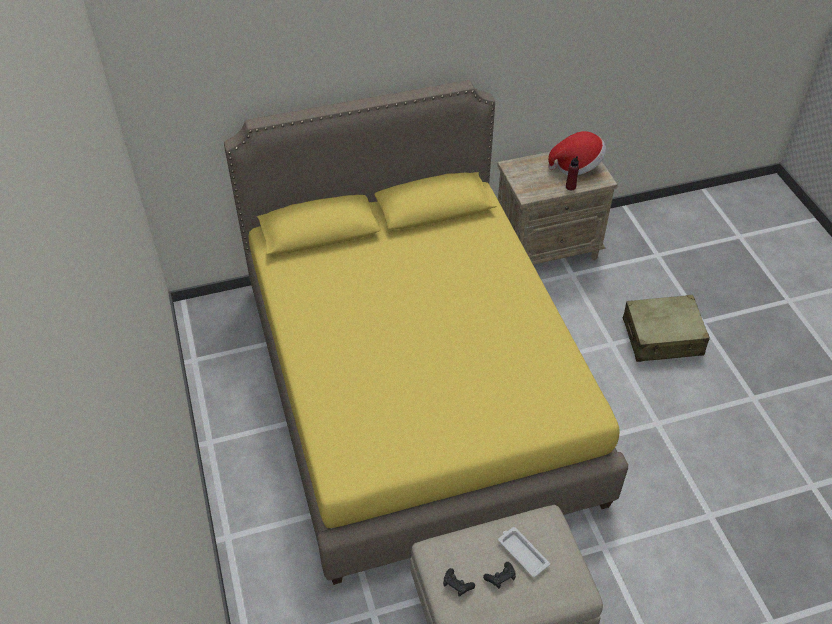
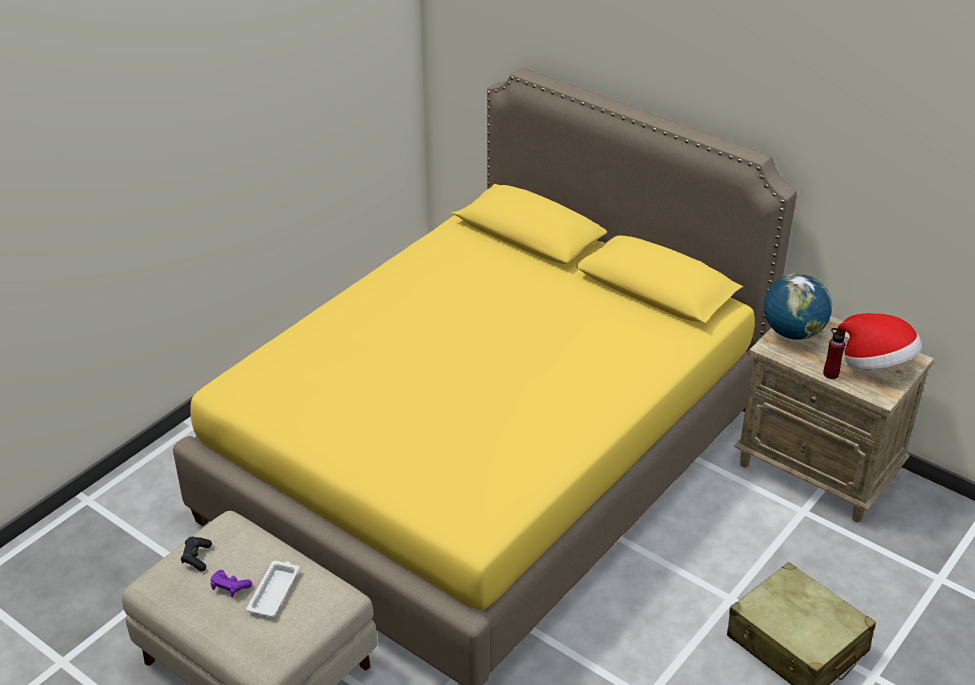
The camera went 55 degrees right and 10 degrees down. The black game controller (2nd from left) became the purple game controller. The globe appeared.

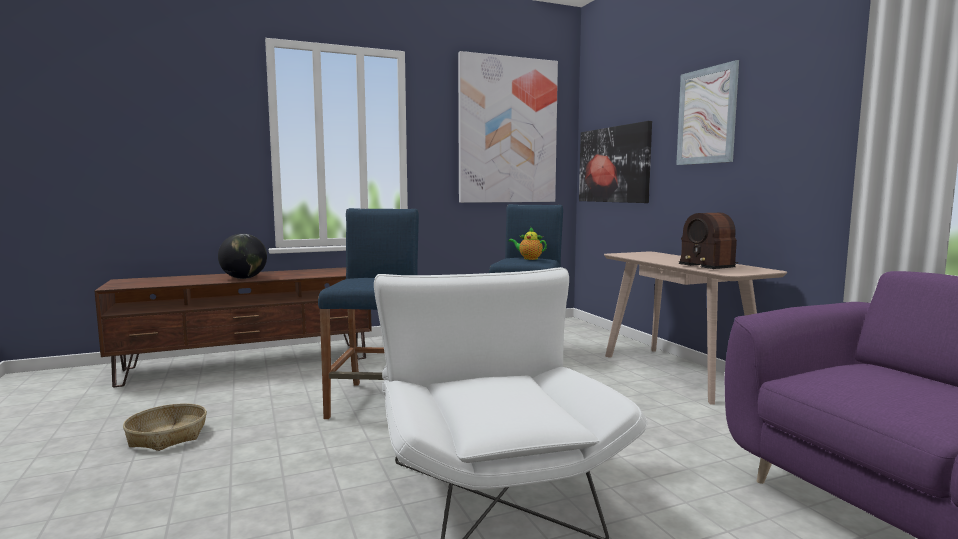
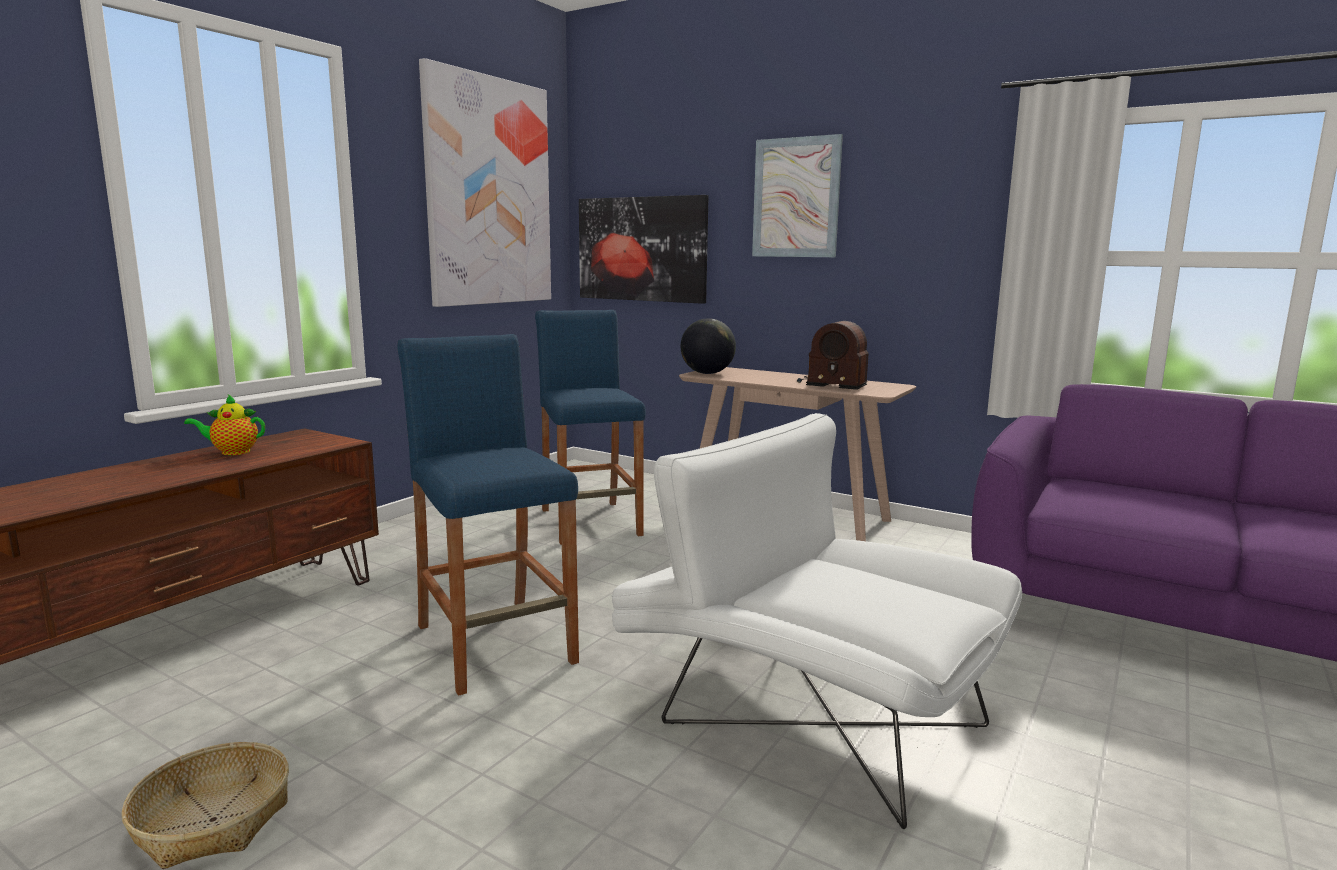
The camera went 35 degrees left and 5 degrees up. The globe moved. The teapot moved.

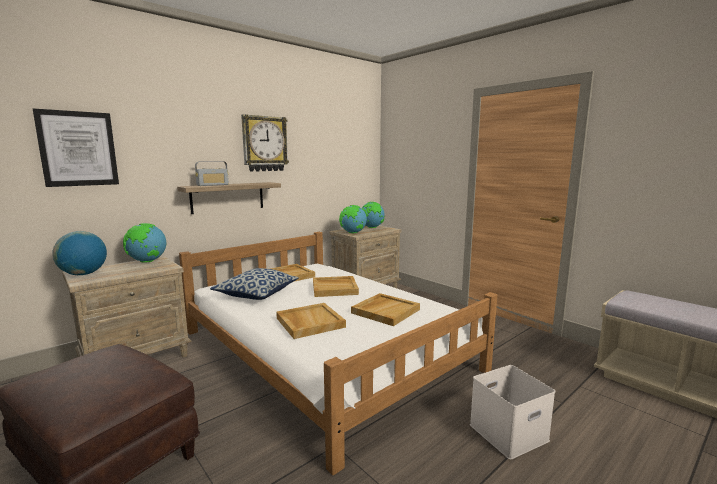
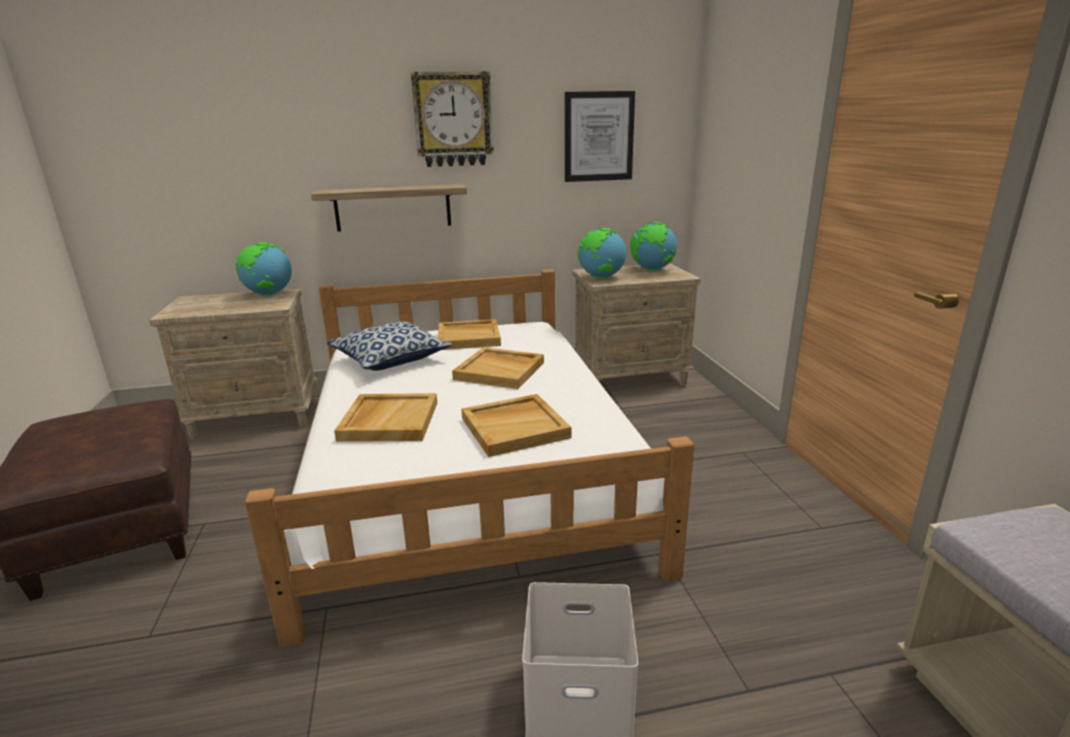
The camera went 30 degrees right and 10 degrees up. The picture moved. The globe (1st from left) disappeared. The radio disappeared.

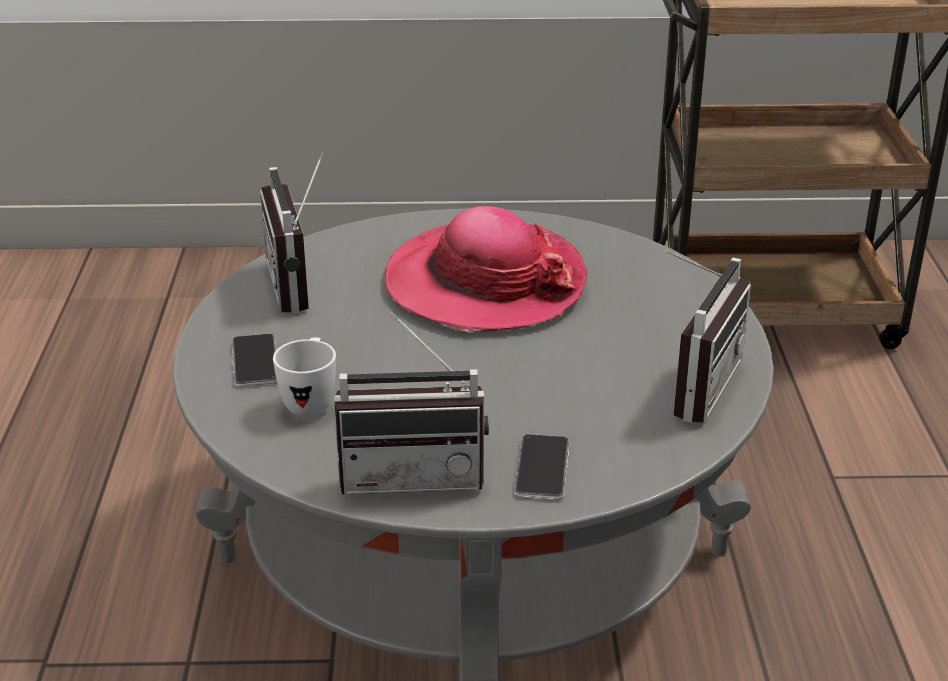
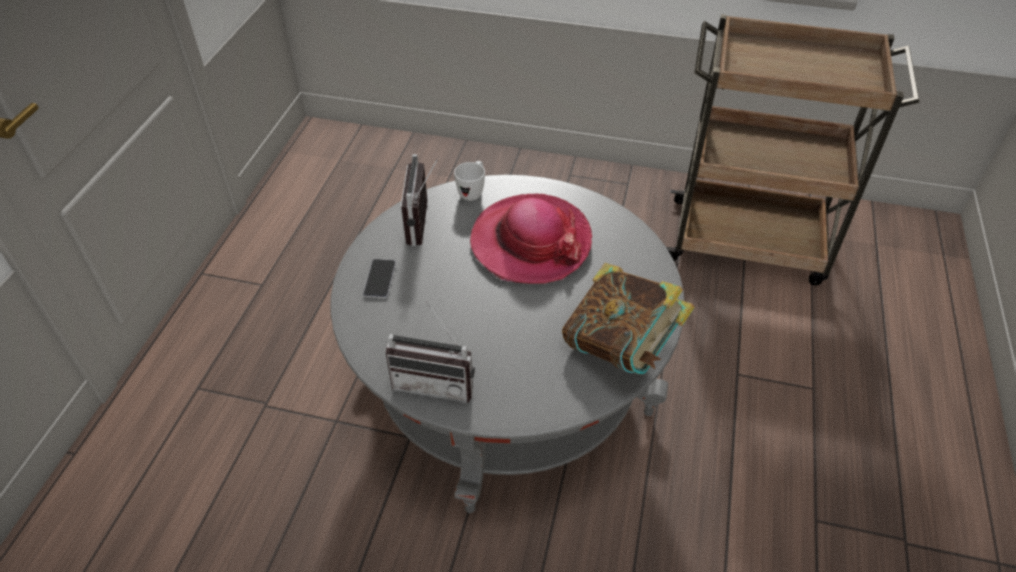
The camera went 15 degrees right and 15 degrees up. The white mug moved. The phone (2nd from left) disappeared. The radio (3rd from left) was replaced by the book.

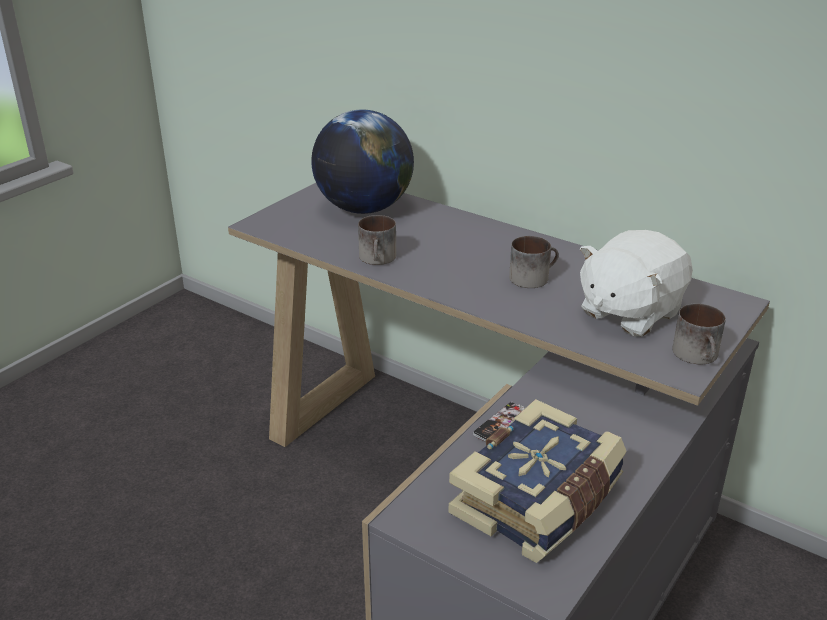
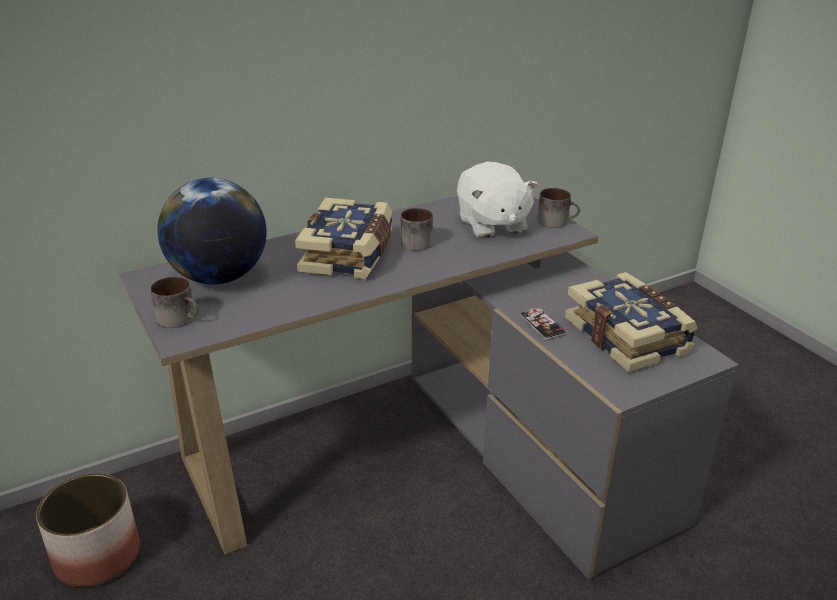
The camera went 65 degrees left and 0 degrees up. The mug (1st from left) moved. The planter appeared. The book (1st from left) appeared.

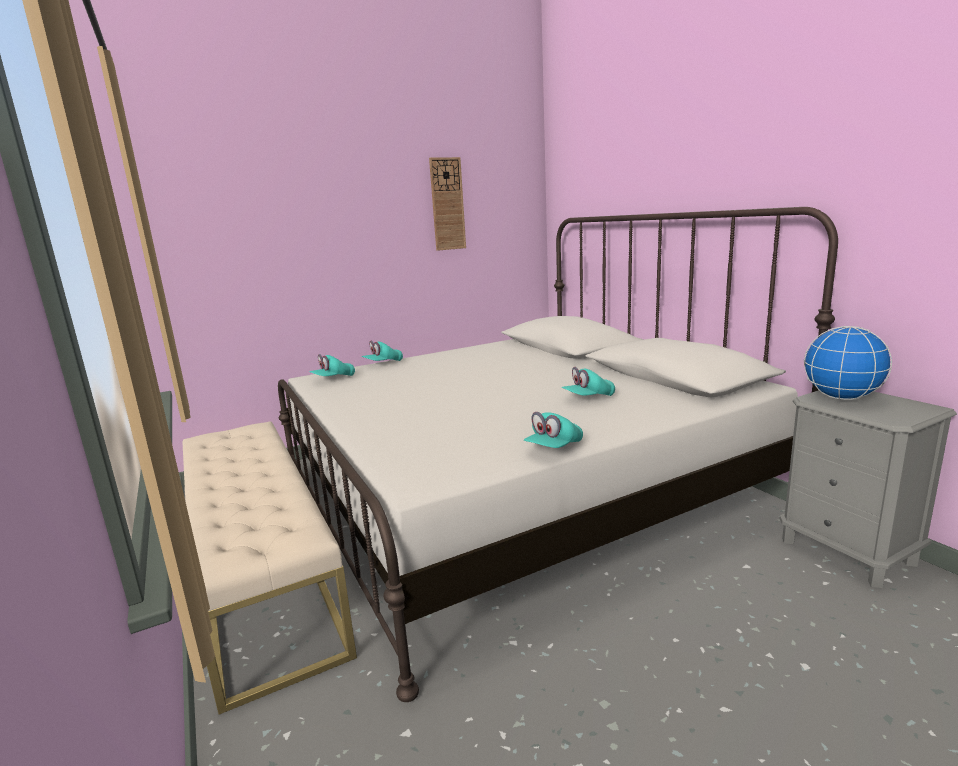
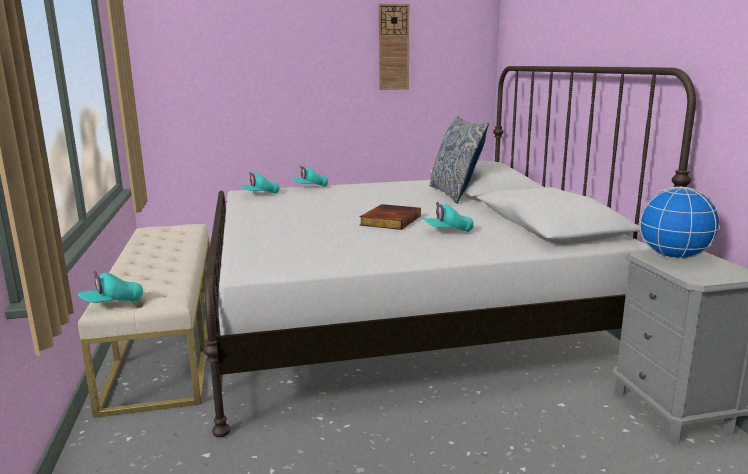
The camera went 15 degrees right and 0 degrees up. The turquoise cap (3rd from left in the first image) moved. The book appeared. The pillow appeared.

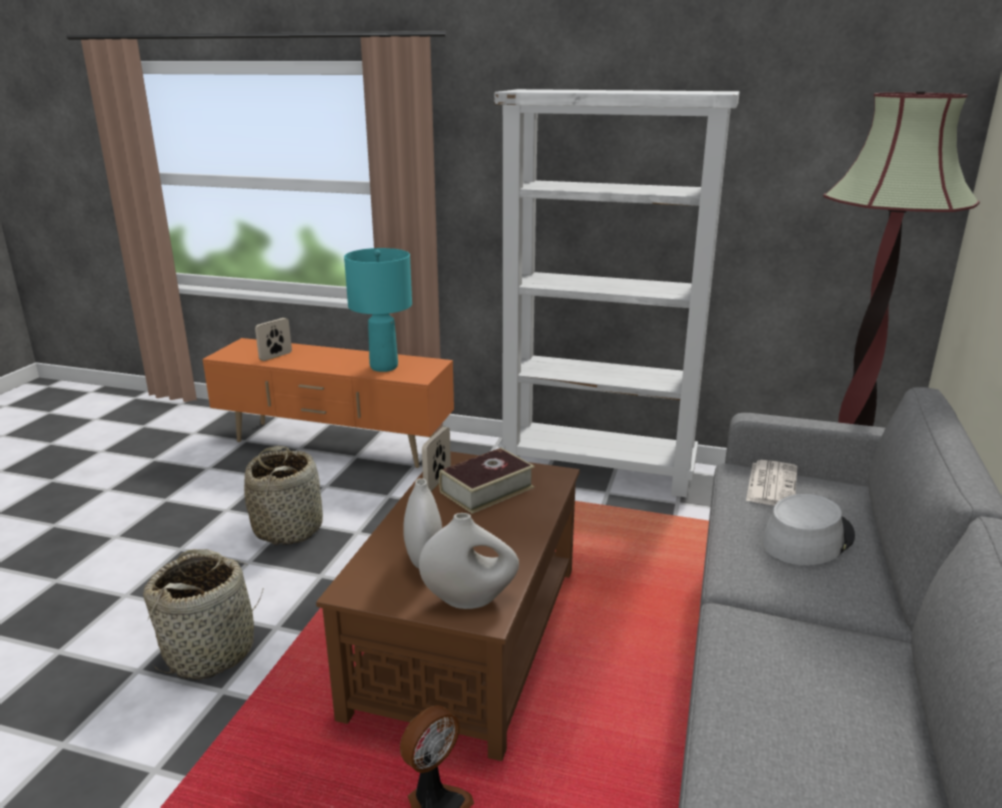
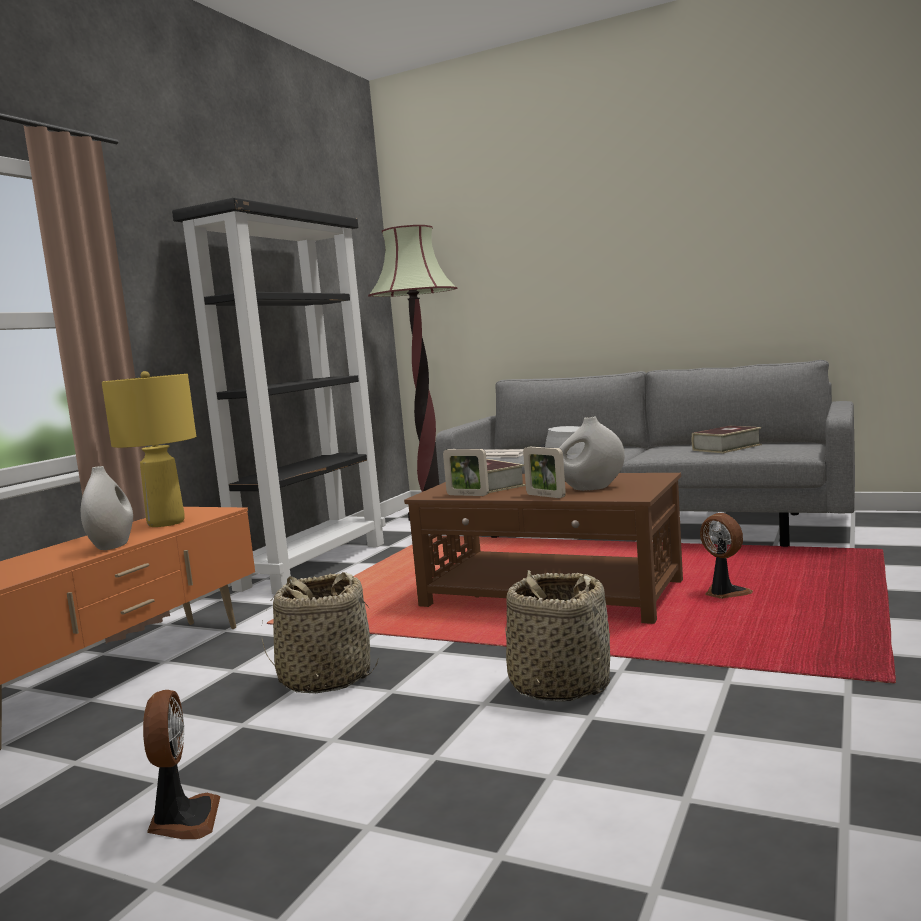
The camera went 80 degrees left and 15 degrees down. The picture frame (1st from left in the first image) moved. The turquoise table lamp became the yellow table lamp. The white vase (2nd from left in the first image) moved. The white bookcase became the black bookcase. The fan (1st from left) appeared. The book (2nd from left) appeared.

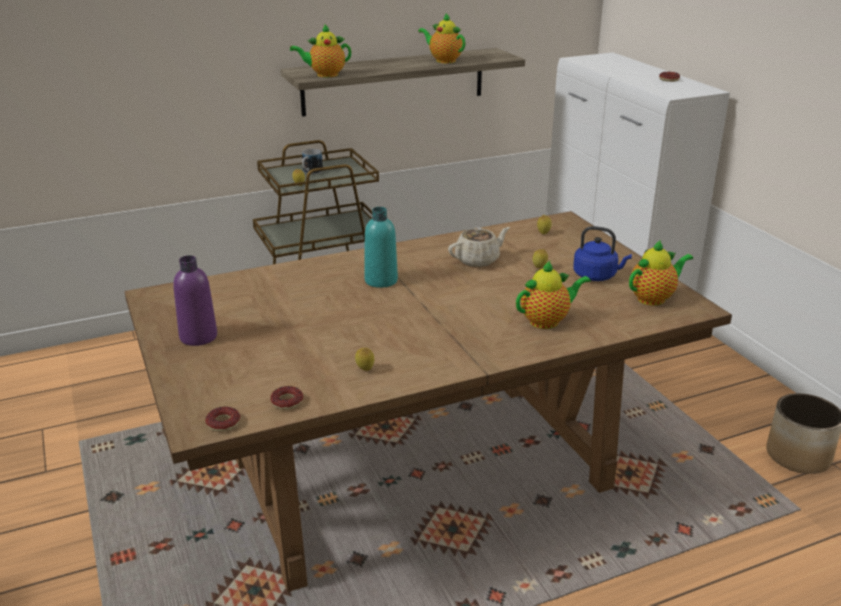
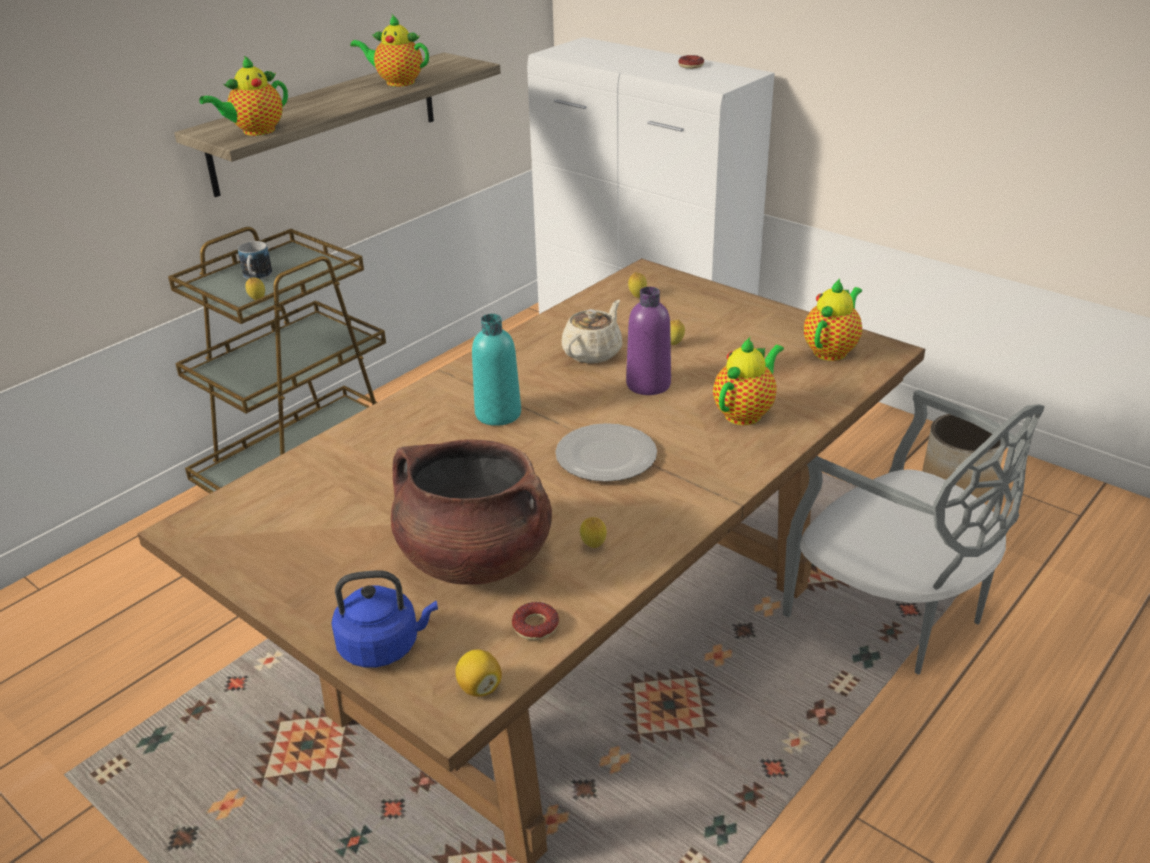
The camera went 25 degrees left and 5 degrees up. The purple bottle moved. The donut (1st from left) was replaced by the lemon (2nd from left). The blue kettle moved. The brown cooking pot appeared. The plate appeared. The grey chair appeared.

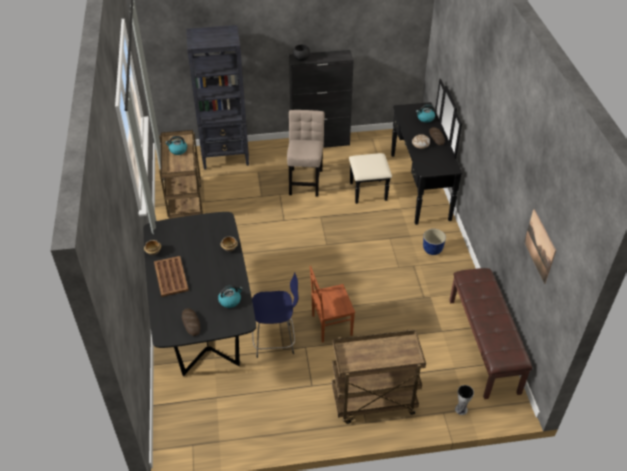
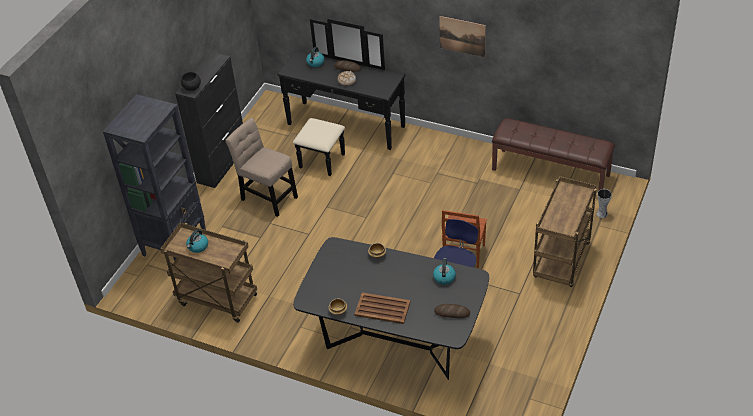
The camera went 55 degrees left and 0 degrees up. The planter disappeared. The picture moved.

